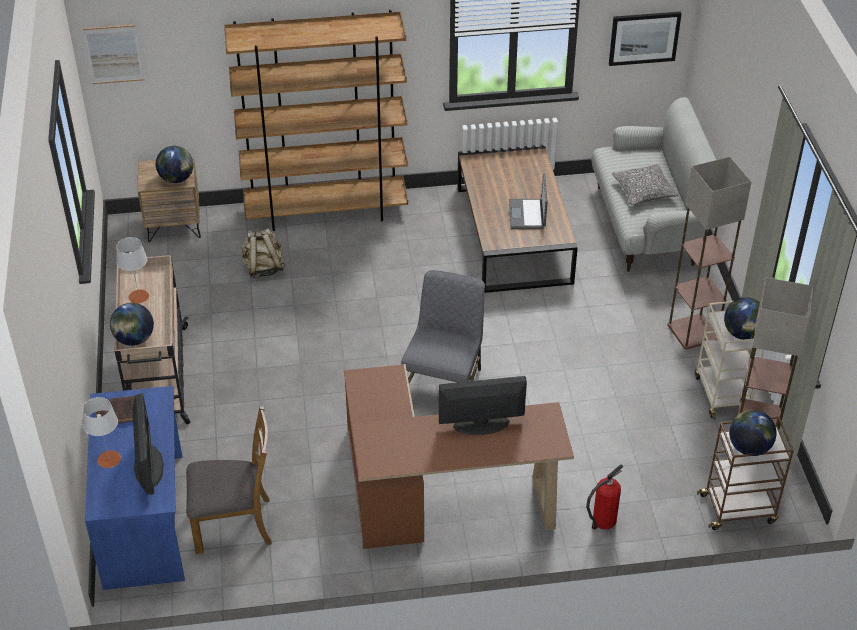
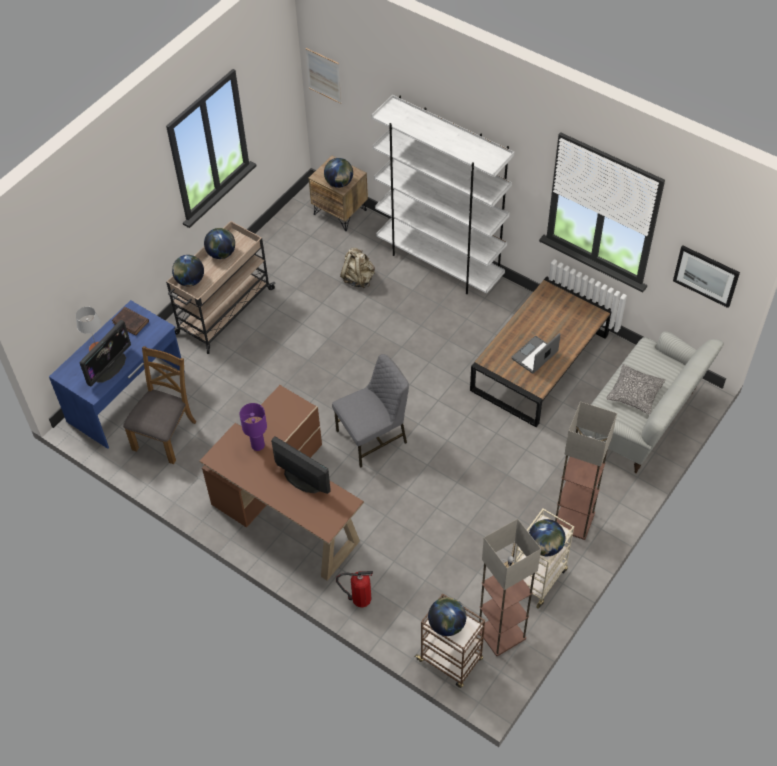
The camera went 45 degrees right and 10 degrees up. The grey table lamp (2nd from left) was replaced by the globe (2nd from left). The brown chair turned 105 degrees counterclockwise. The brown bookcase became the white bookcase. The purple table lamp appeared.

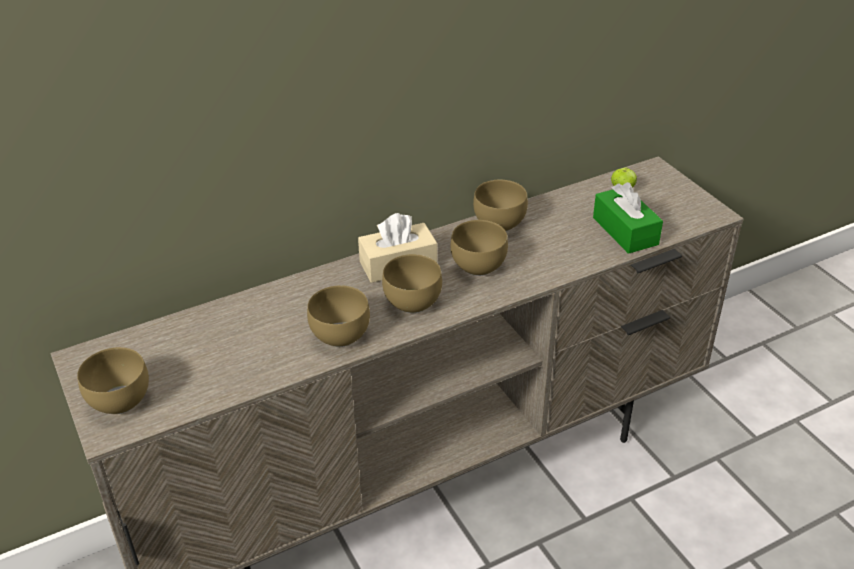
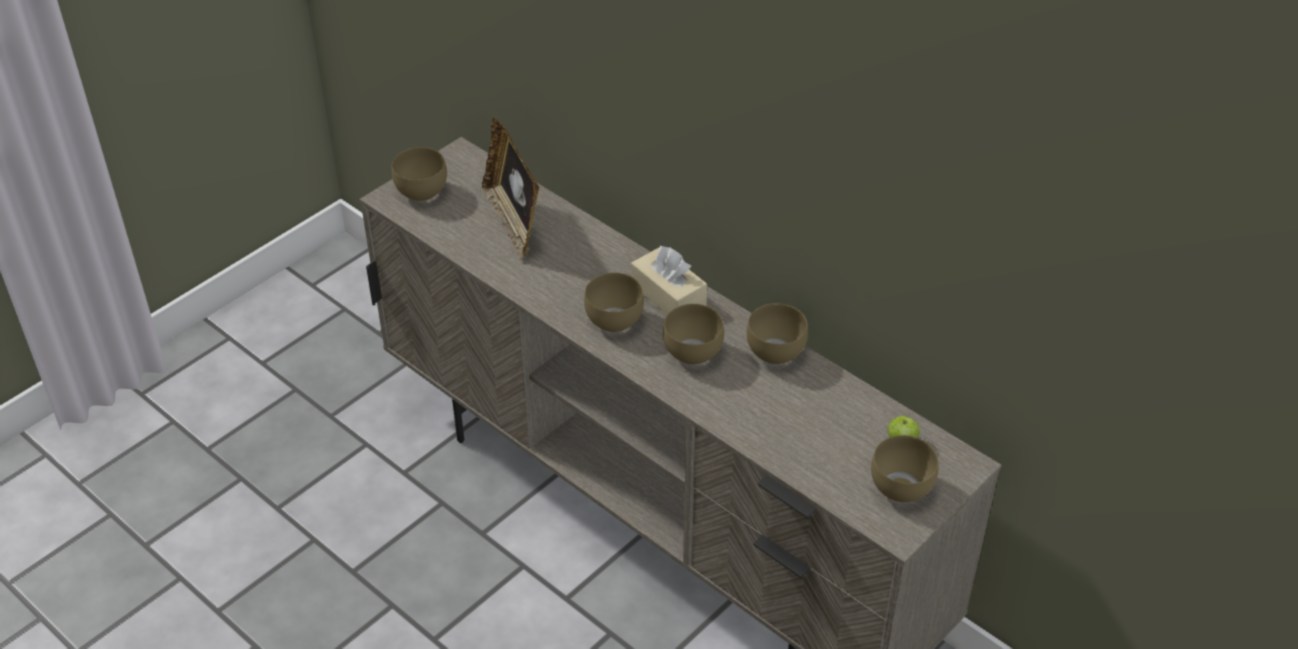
The camera went 70 degrees right and 5 degrees up. The brown bowl (2nd from left in the first image) moved. The green tissue box disappeared. The picture frame appeared.

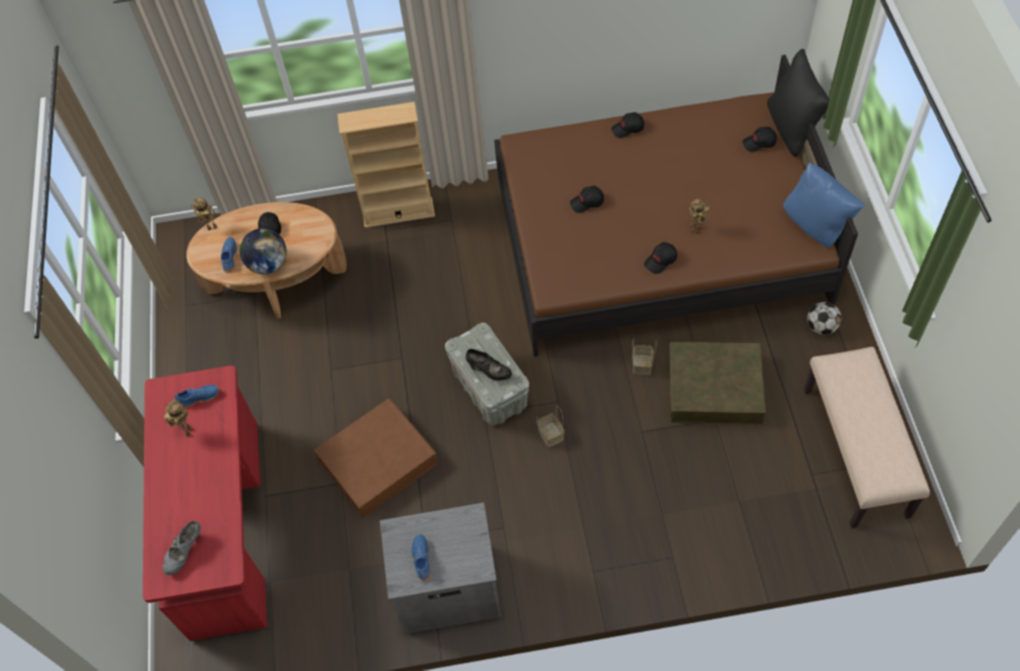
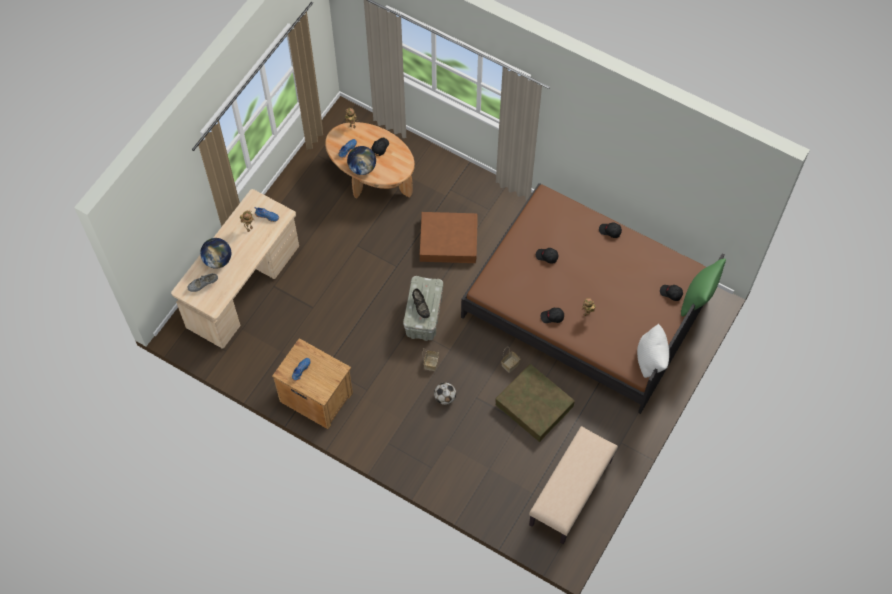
The camera went 35 degrees right and 5 degrees up. The red desk became the beige desk. The brown storage box (1st from left) moved. The beige bookcase disappeared. The grey nightstand became the brown nightstand. The black pillow became the green pillow. The blue pillow became the white pillow. The football moved. The globe (1st from left) appeared.

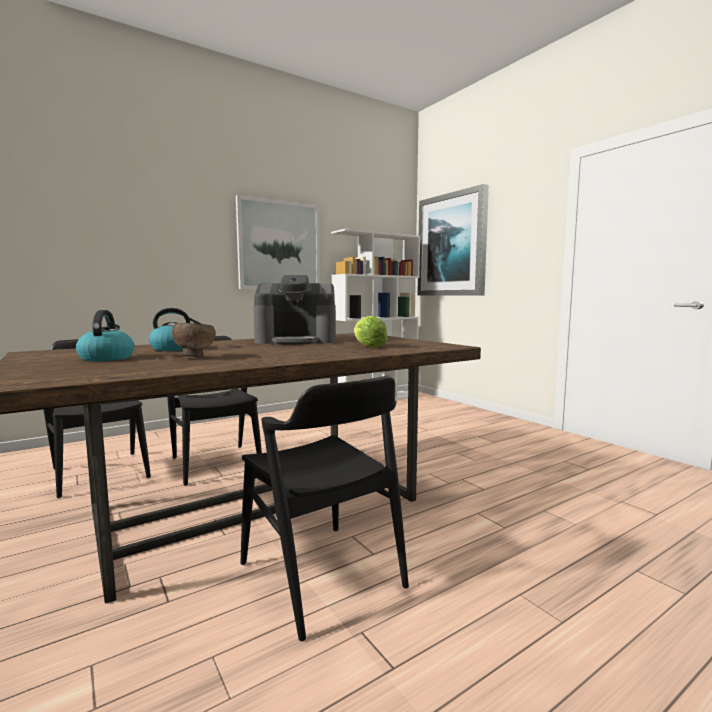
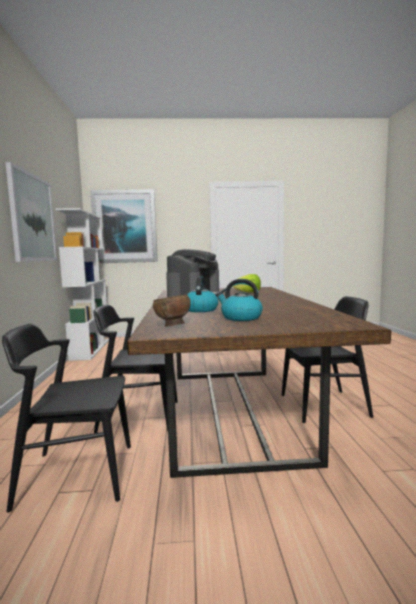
The camera went 60 degrees left and 0 degrees up. The brown bowl moved.

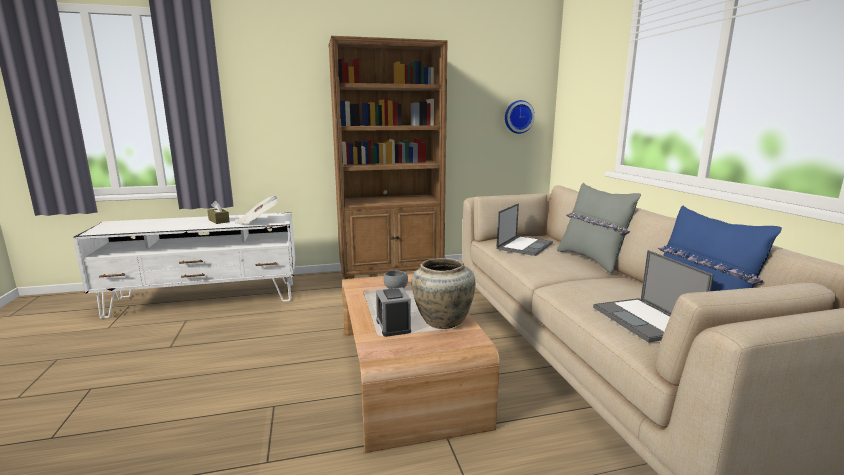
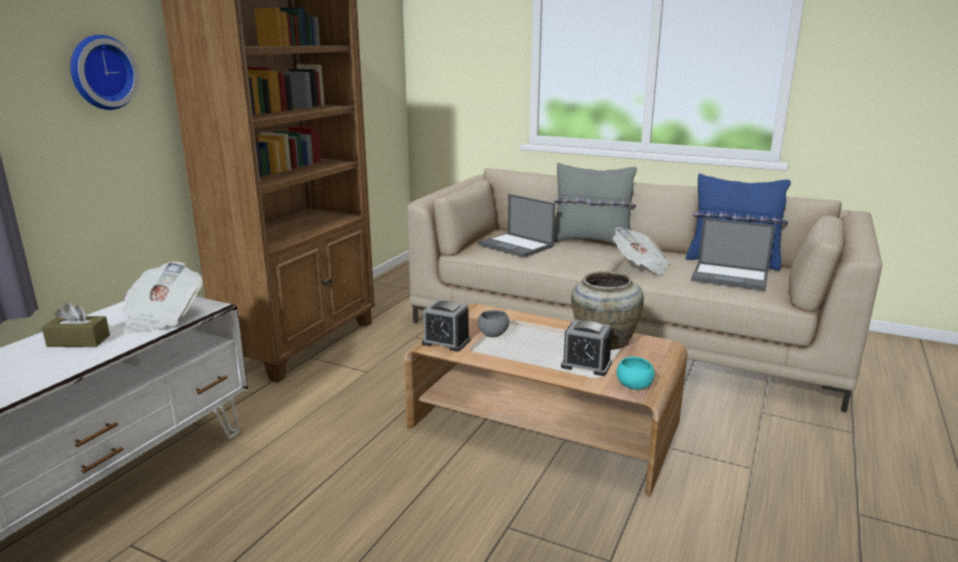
The camera went 50 degrees left and 5 degrees up. The laptop (1st from left) turned 150 degrees clockwise. The wall clock moved. The alarm clock (1st from left) appeared. The newspaper (2nd from left) appeared. The turquoise bowl appeared.

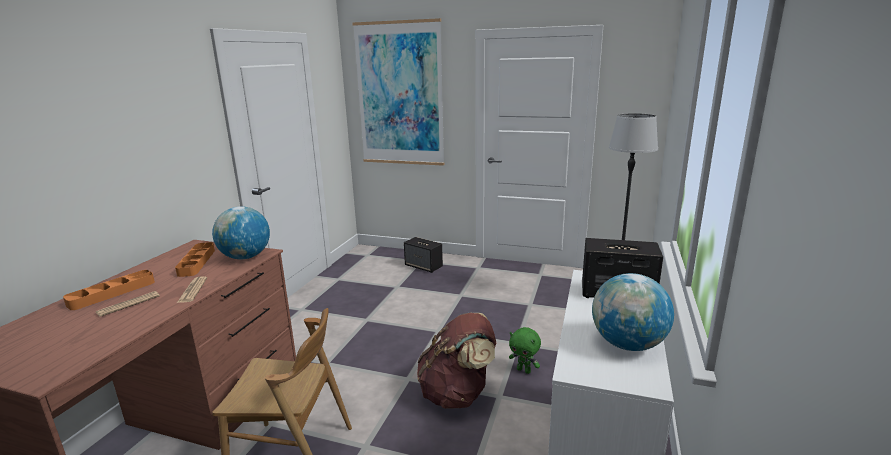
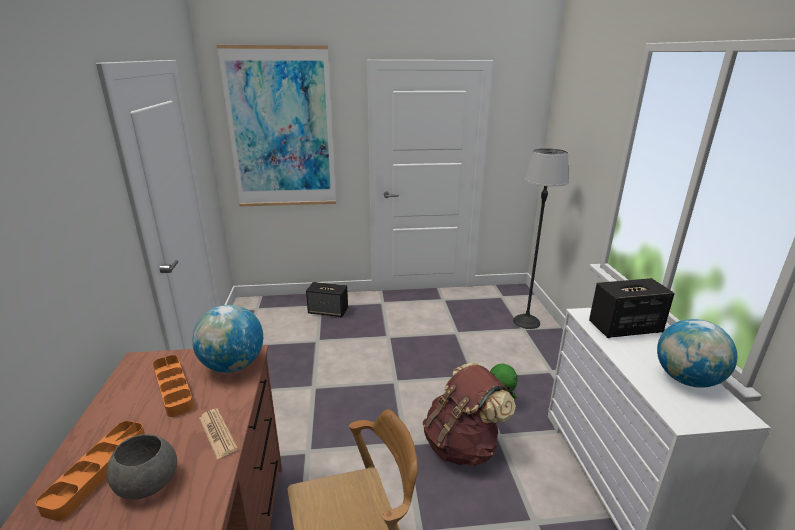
The camera went 25 degrees left and 5 degrees up. The newspaper (1st from left) was replaced by the grey bowl.

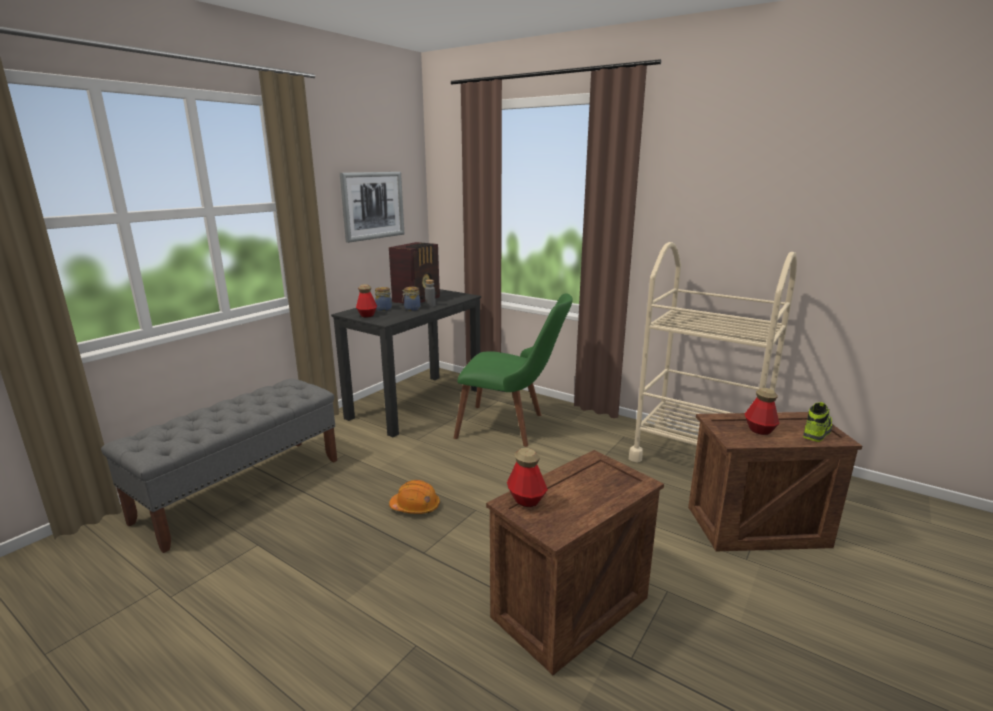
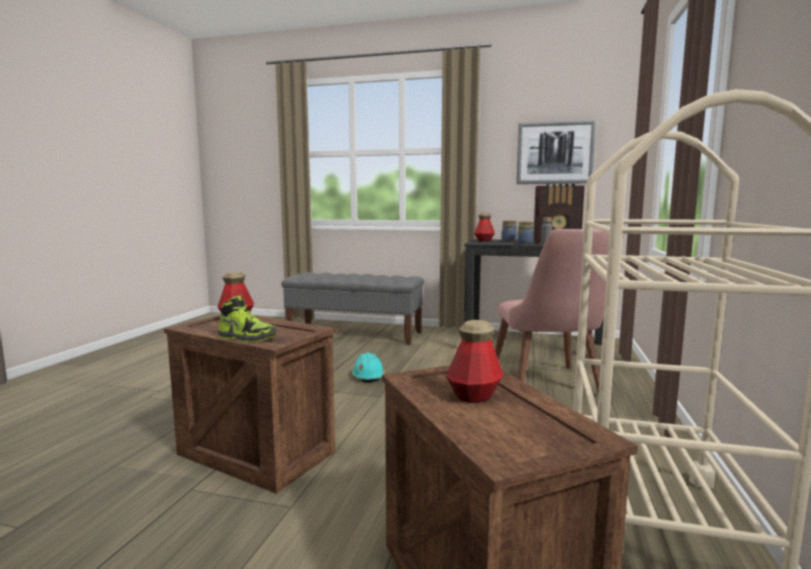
The camera went 70 degrees right and 10 degrees down. The orange hard hat became the turquoise hard hat. The green chair became the pink chair. The shoe moved.

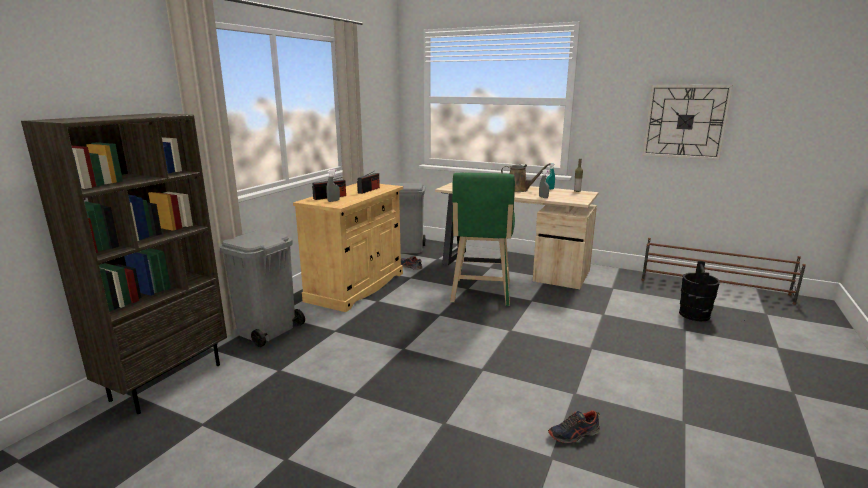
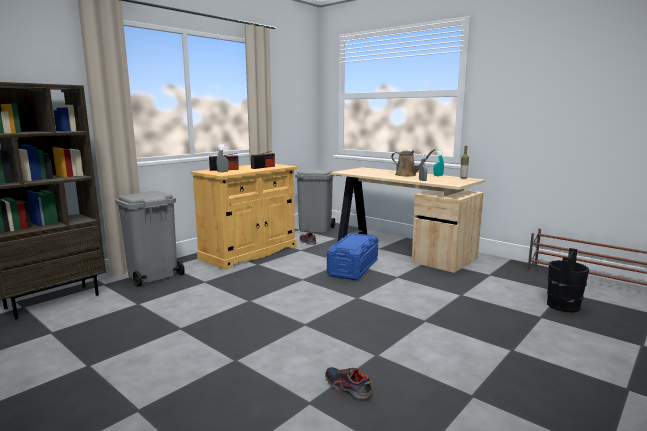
The camera went 15 degrees right and 5 degrees down. The green stool was replaced by the blue storage box. The shoe (2nd from left) turned 45 degrees clockwise. The wall clock disappeared.

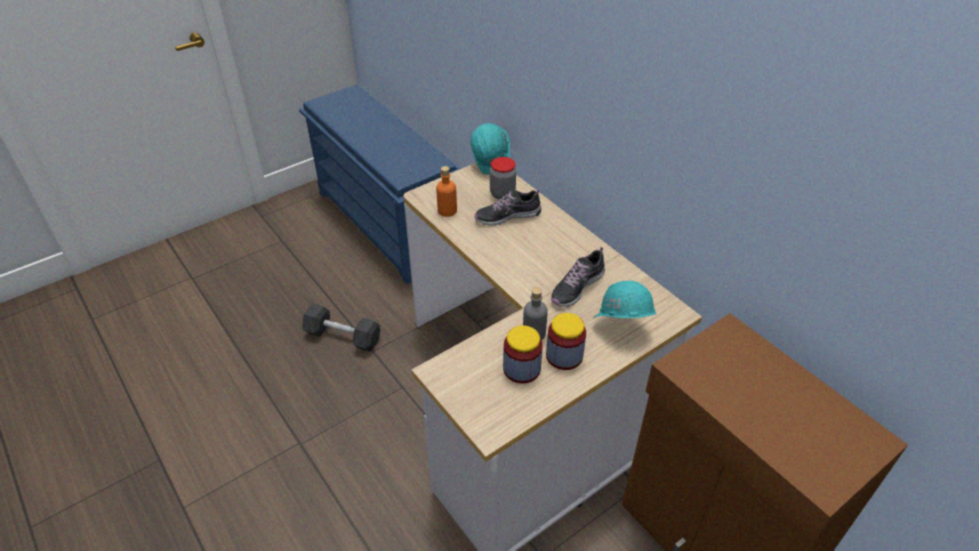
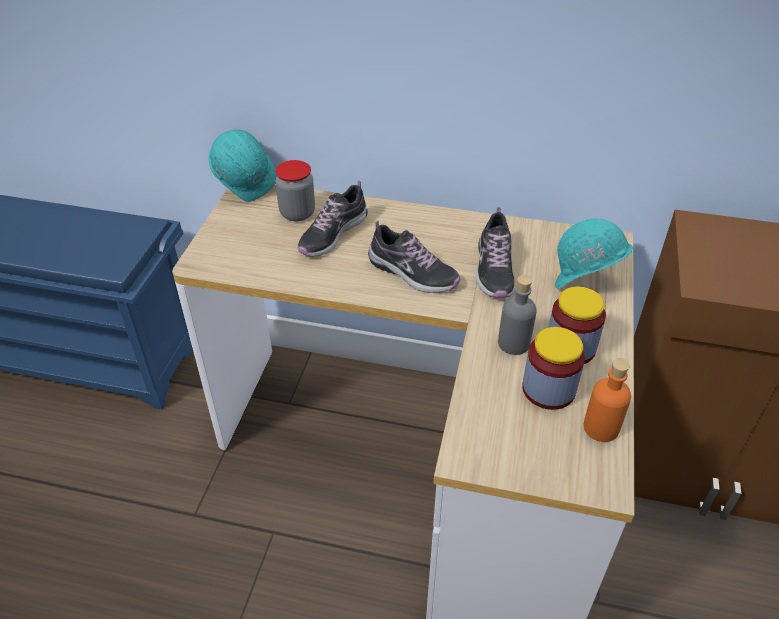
The camera went 40 degrees left and 0 degrees up. The black dumbbell disappeared. The orange bottle moved. The shoe (2nd from left) appeared.

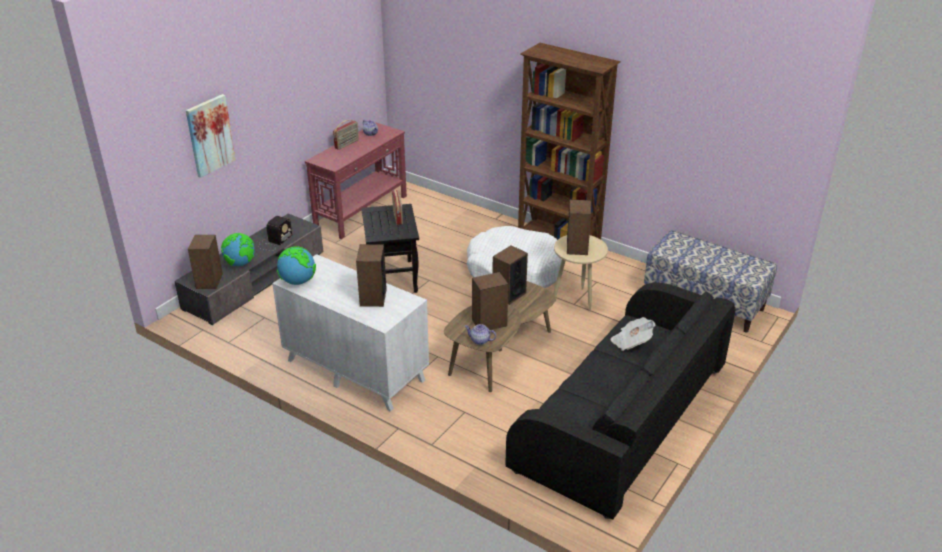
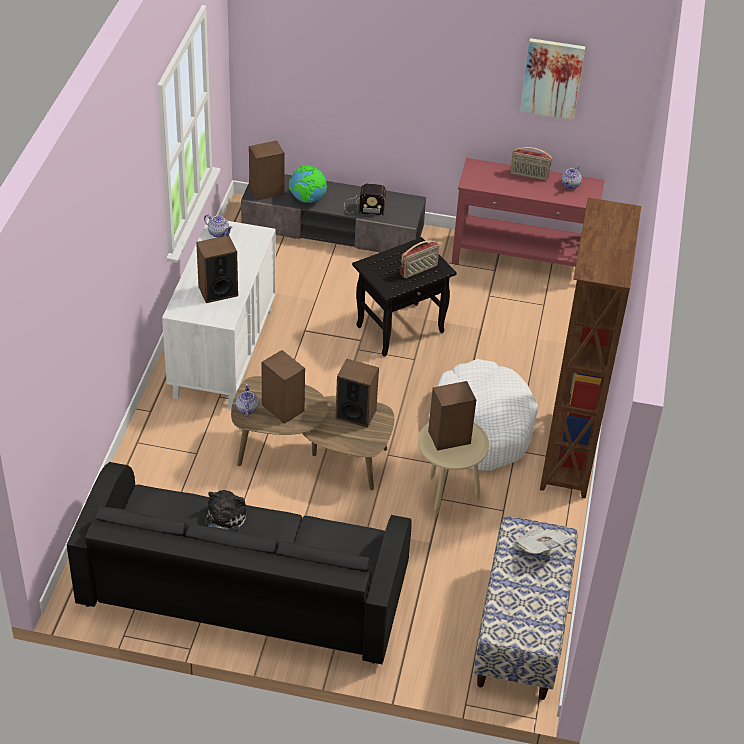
The camera went 65 degrees right and 10 degrees up. The picture moved. The globe (2nd from left) was replaced by the teapot (1st from left). The newspaper moved. The plush toy appeared.

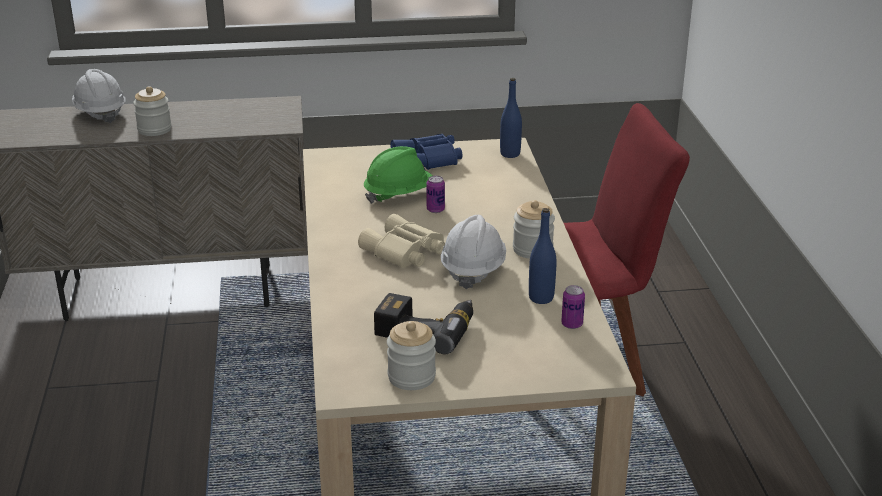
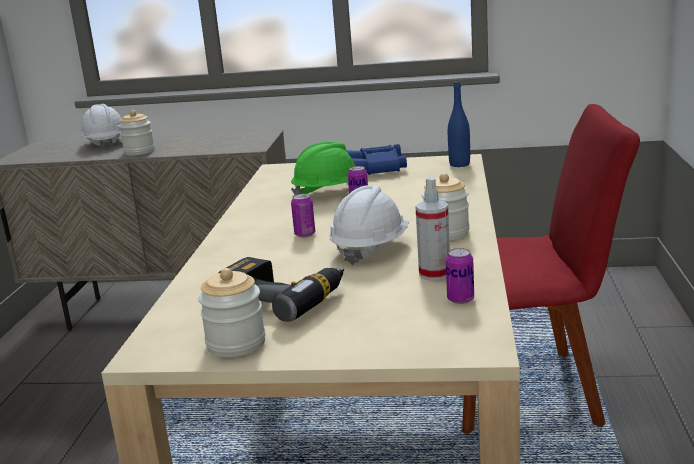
The camera went 15 degrees right and 10 degrees down. The beige binoculars was replaced by the can (1st from left). The blue bottle (2nd from left) was replaced by the spray bottle.

